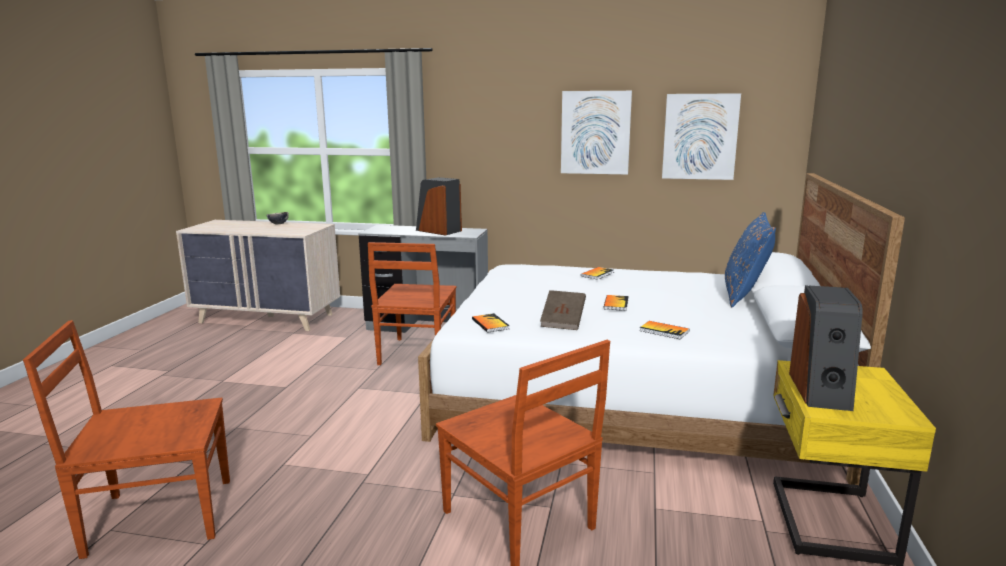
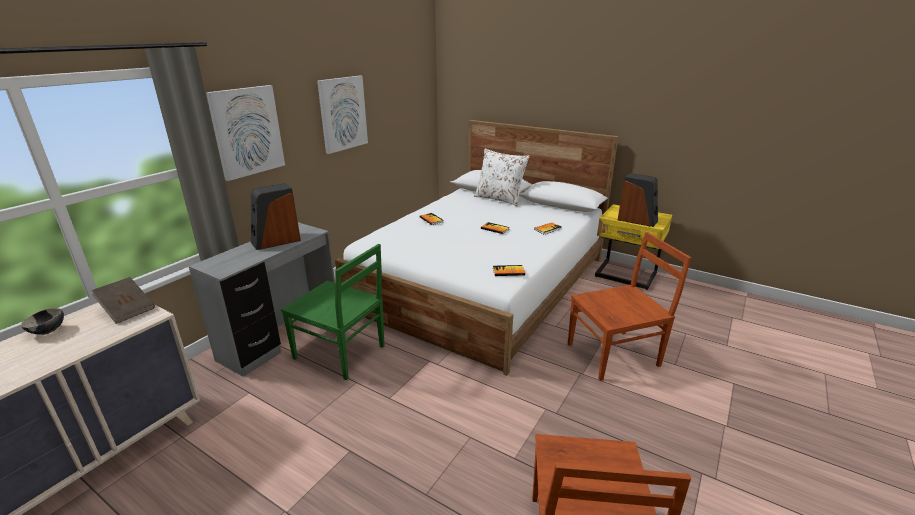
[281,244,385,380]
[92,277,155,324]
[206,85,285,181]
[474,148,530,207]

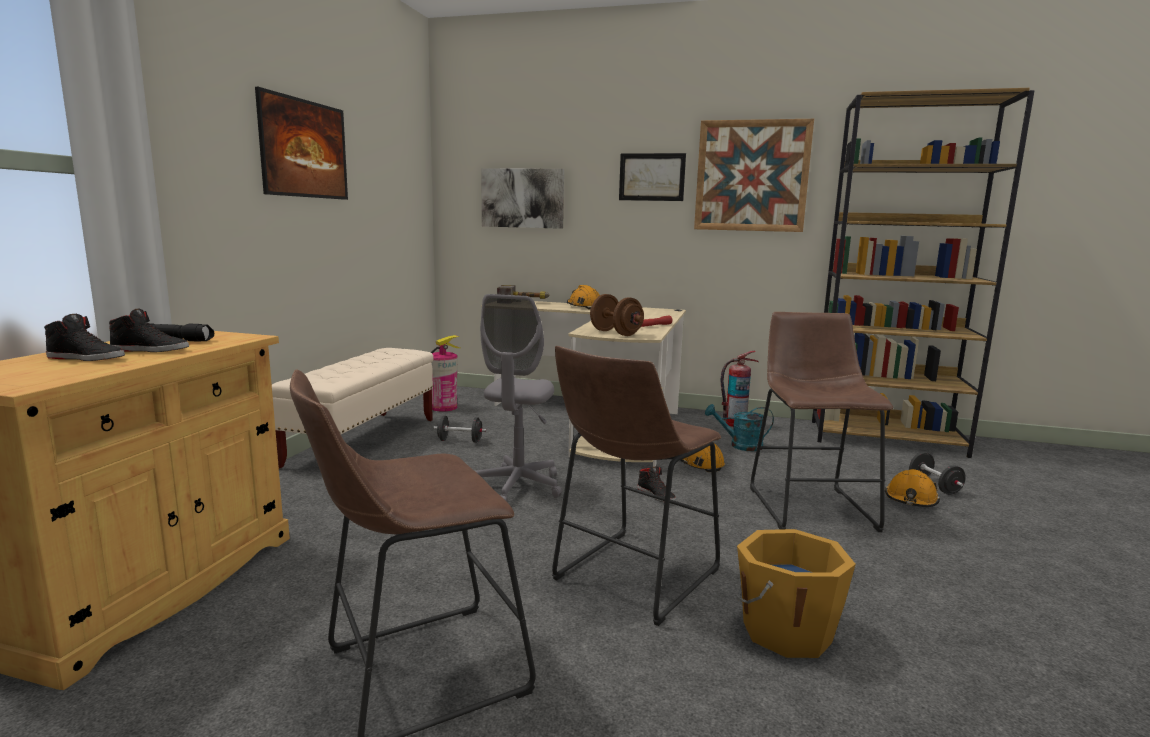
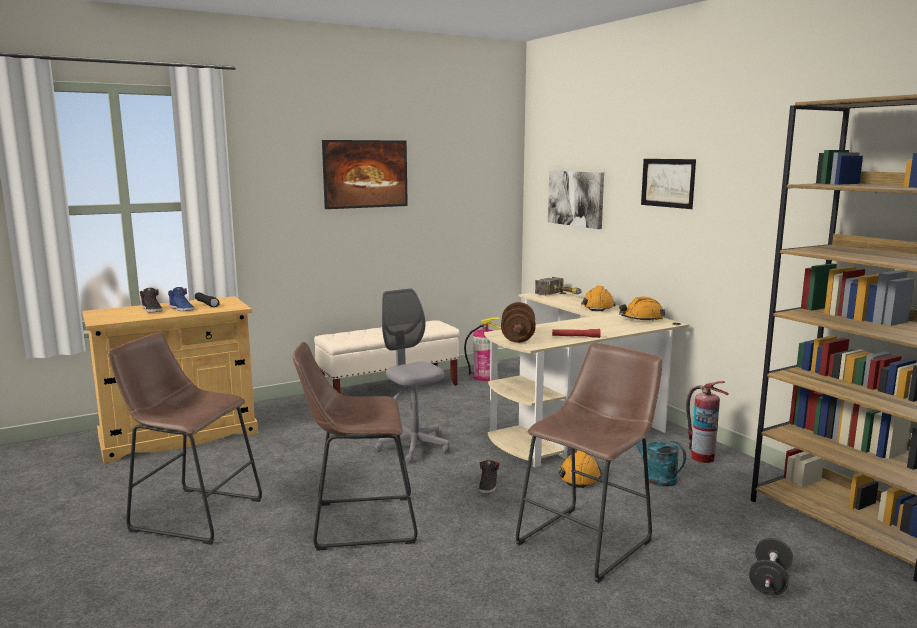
[168,287,194,311]
[433,416,486,443] (first image)
[375,288,450,463]
[694,119,814,232] (first image)
[737,529,856,658] (first image)
[619,297,665,321]

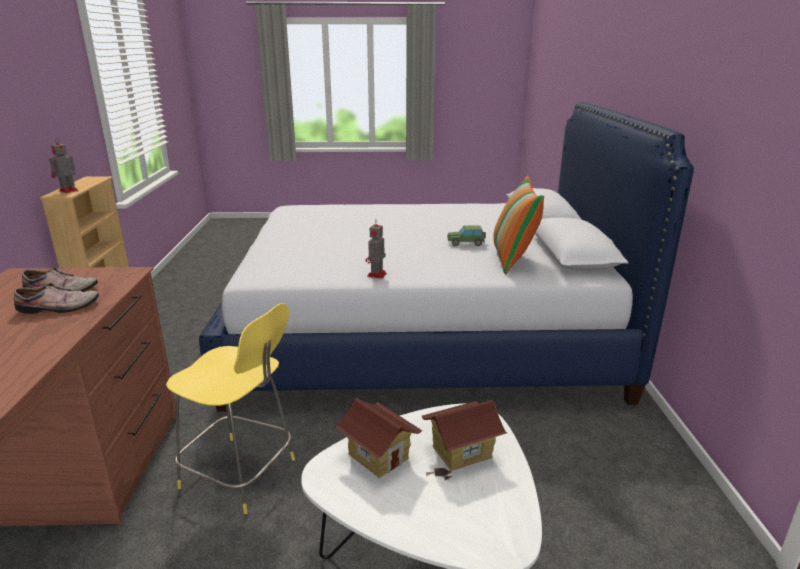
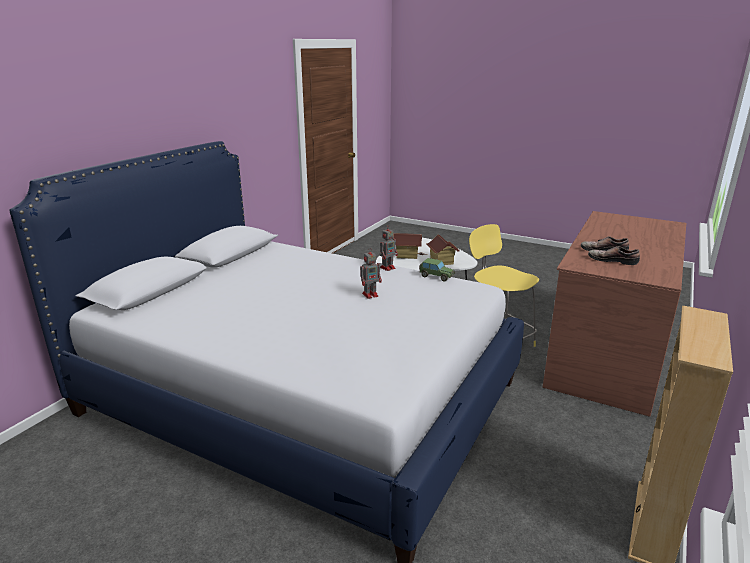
[360,248,382,299]
[419,258,455,281]
[494,176,544,274] (first image)

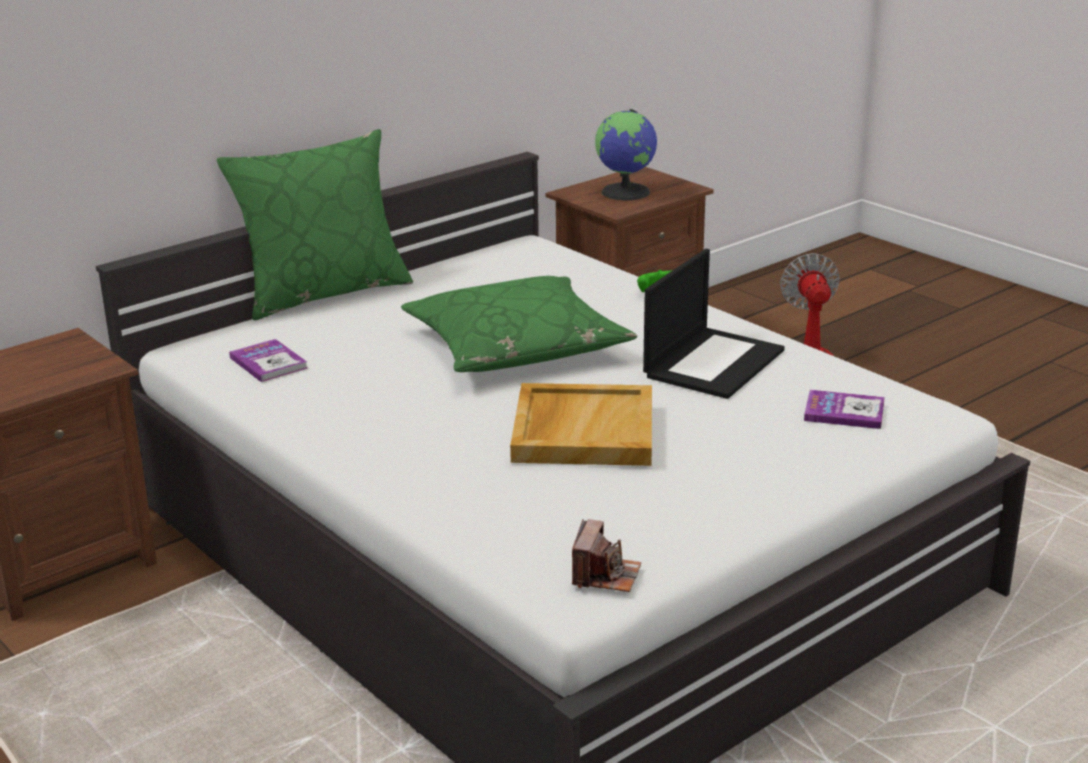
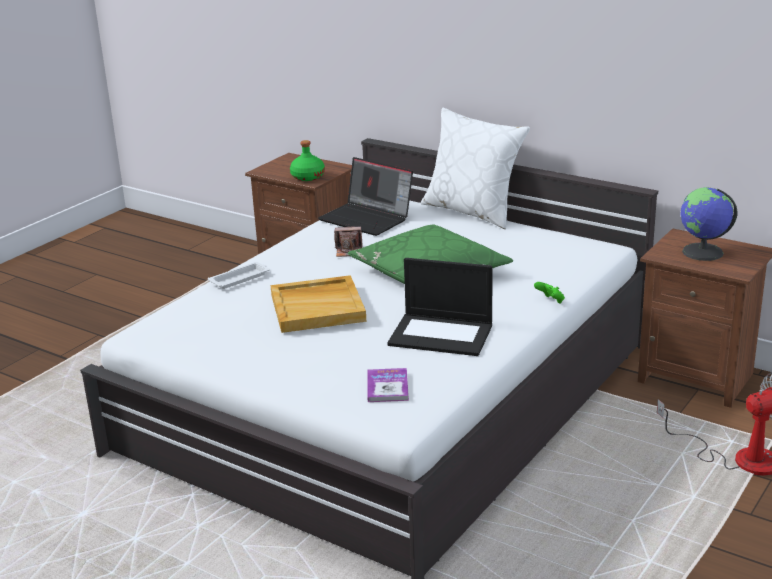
[421,108,530,229]
[318,157,413,236]
[334,226,362,257]
[208,262,270,289]
[290,140,325,181]

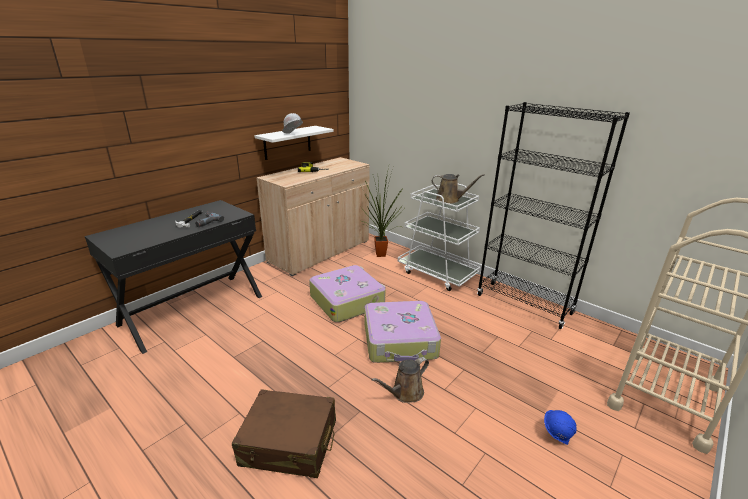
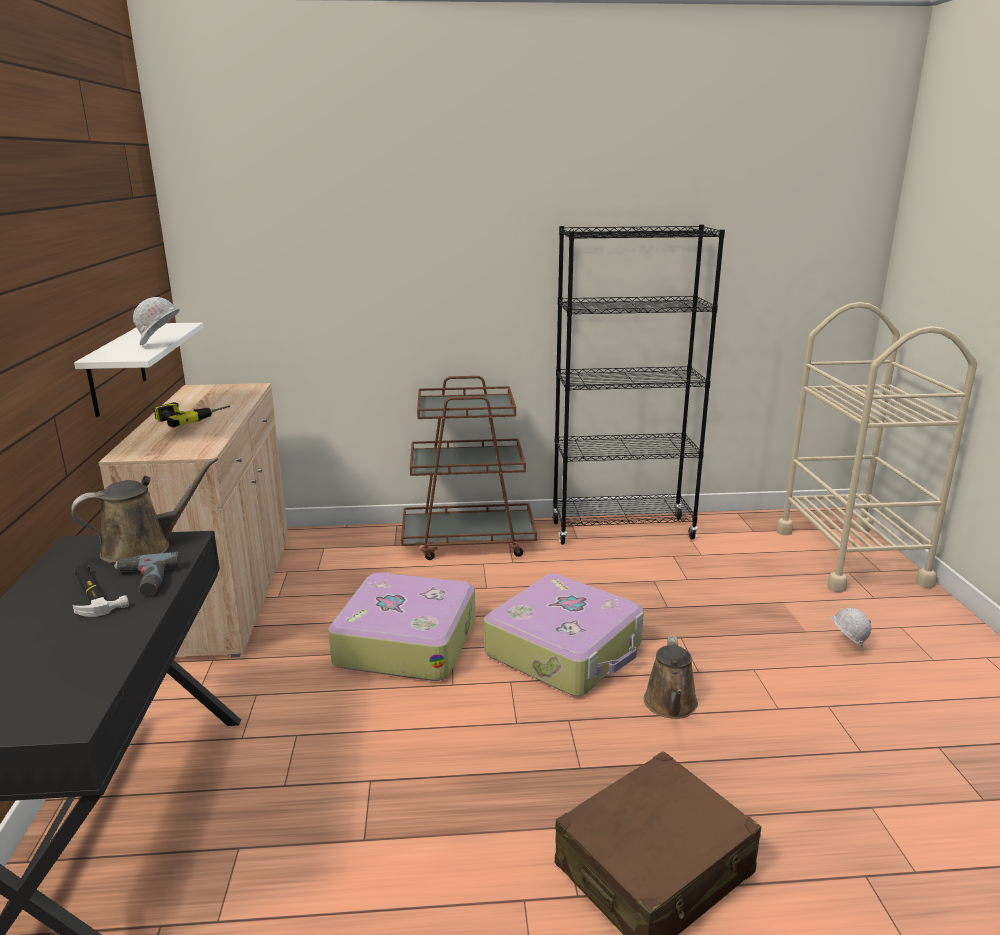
[360,167,404,257] (first image)
[401,376,537,560]
[71,457,218,563]
[830,608,871,648]

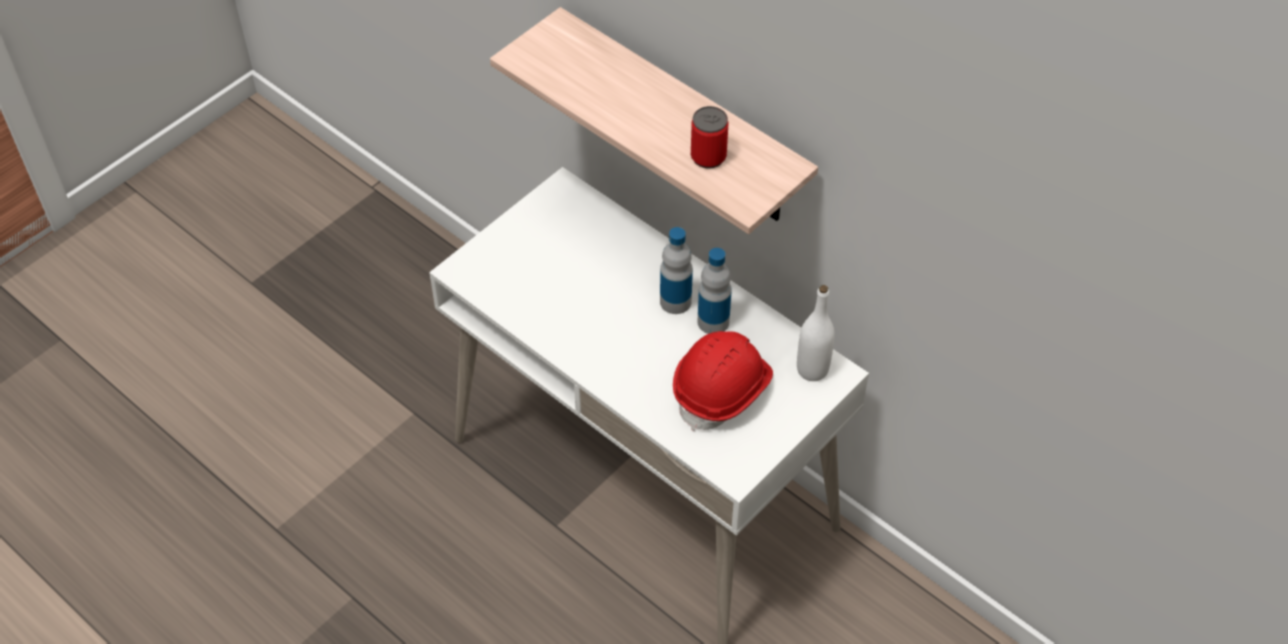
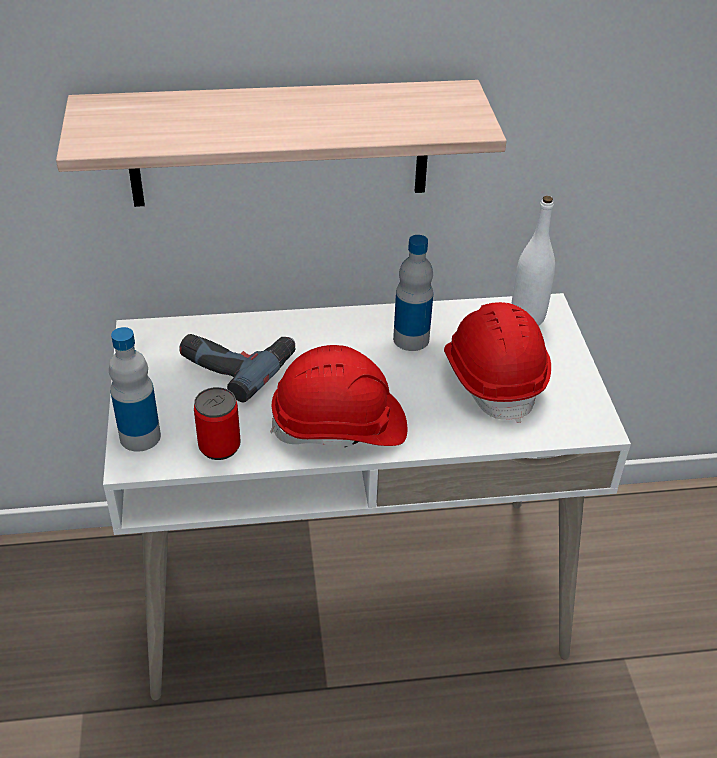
[109,327,161,452]
[194,387,241,460]
[179,334,295,402]
[270,345,407,447]

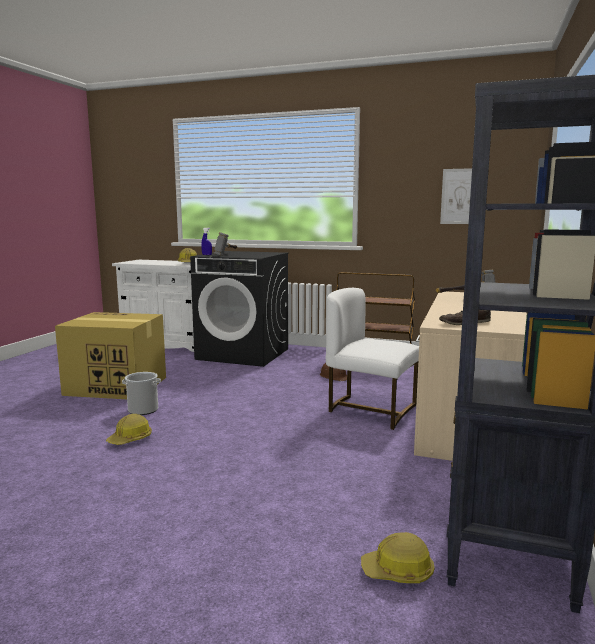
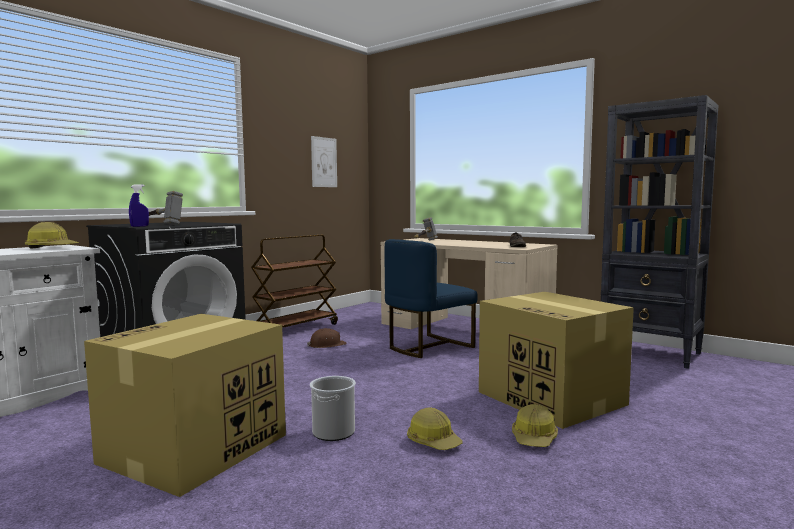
[385,239,478,358]
[512,404,558,447]
[479,292,634,429]

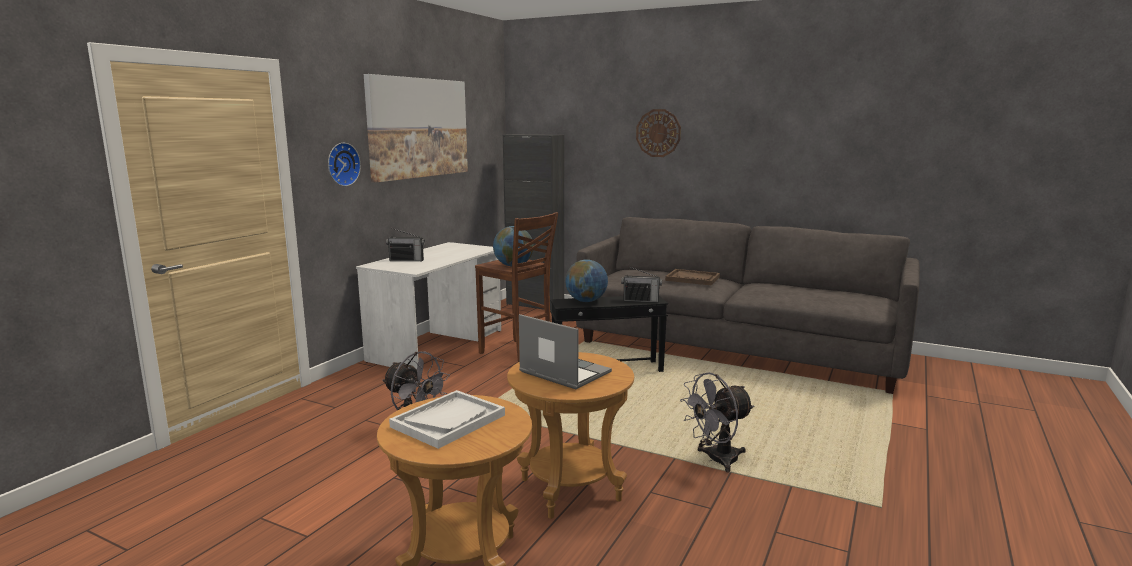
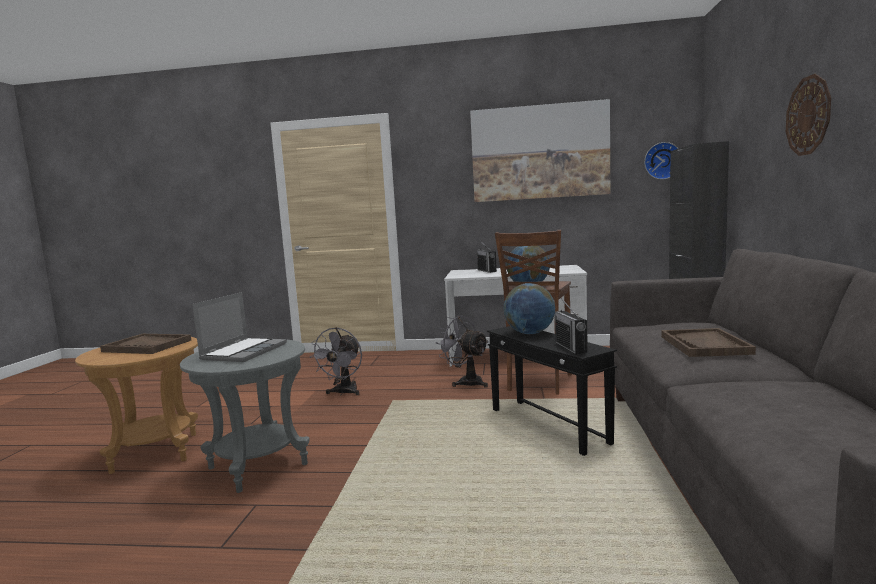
[644,142,679,180]
[100,334,191,354]
[180,340,310,493]
[436,315,489,388]

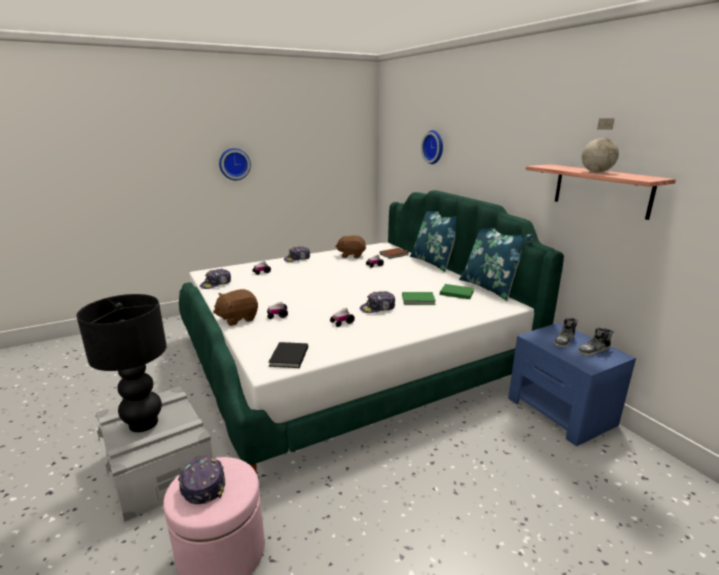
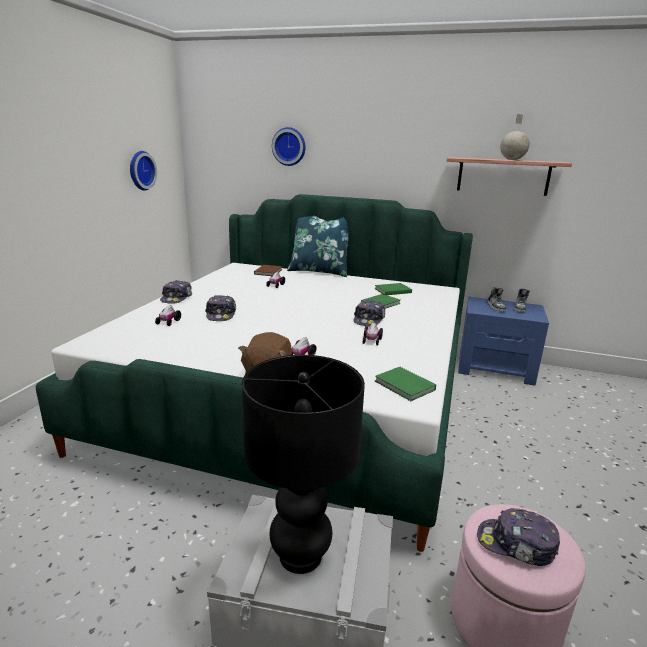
[205,295,236,321]
[130,151,157,191]
[375,367,436,401]
[335,235,366,258] (first image)
[459,228,534,301] (first image)

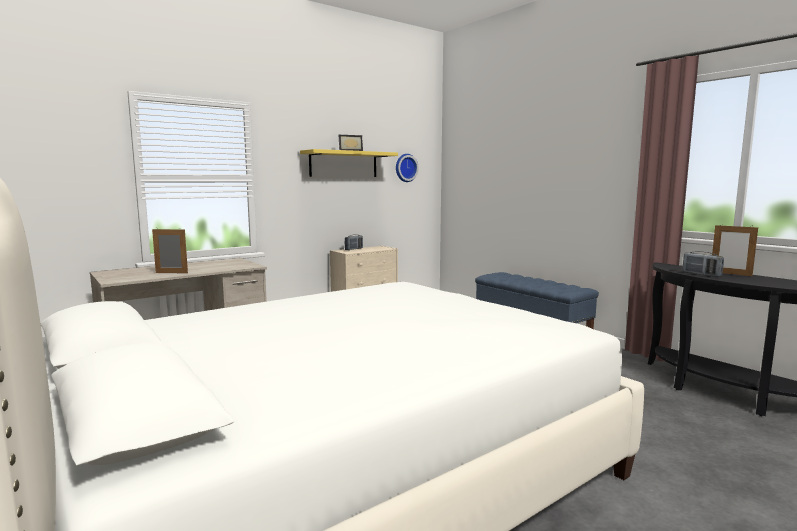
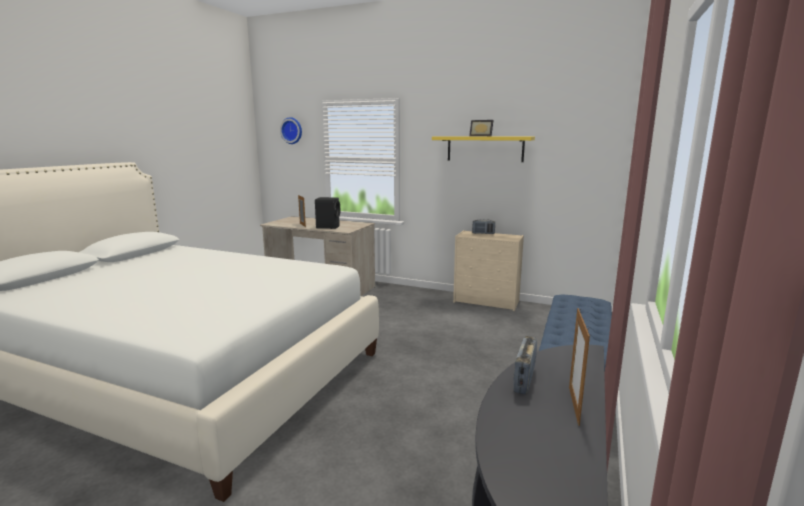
[280,117,302,144]
[315,197,340,229]

